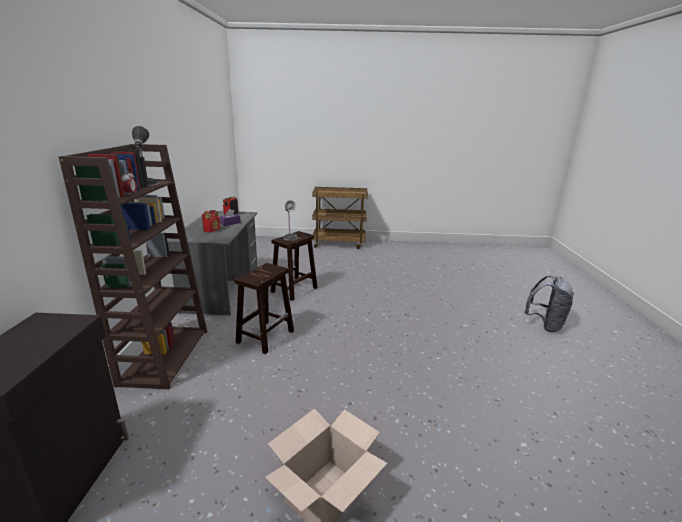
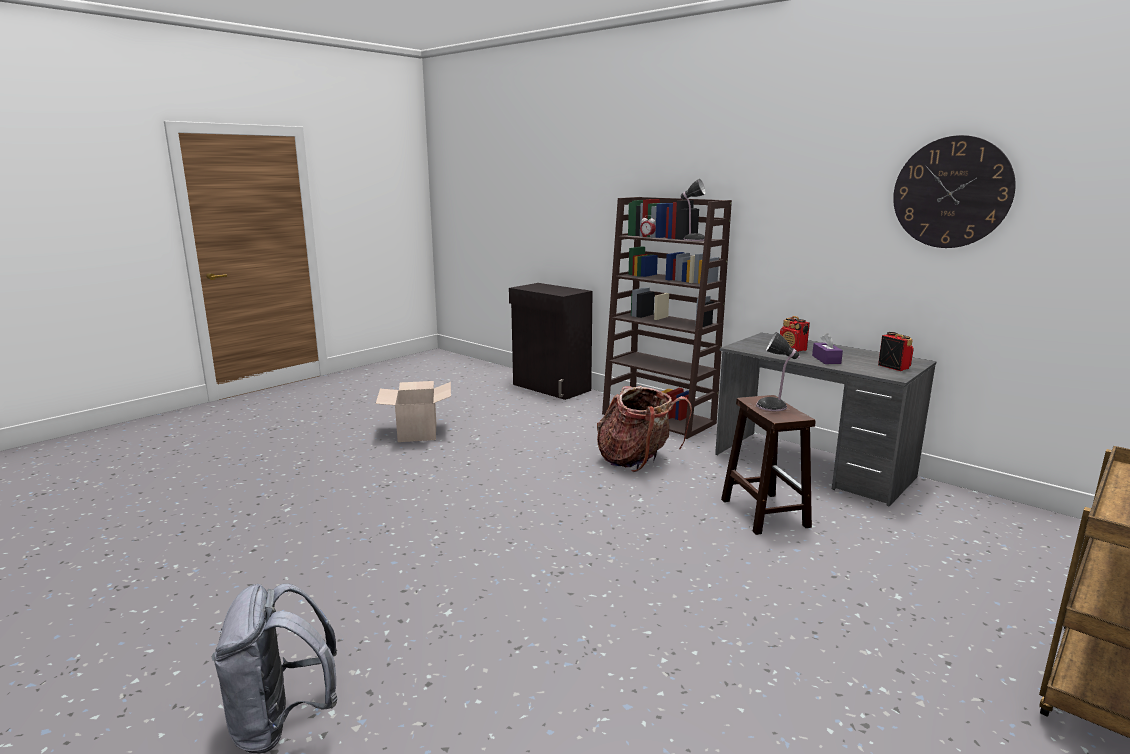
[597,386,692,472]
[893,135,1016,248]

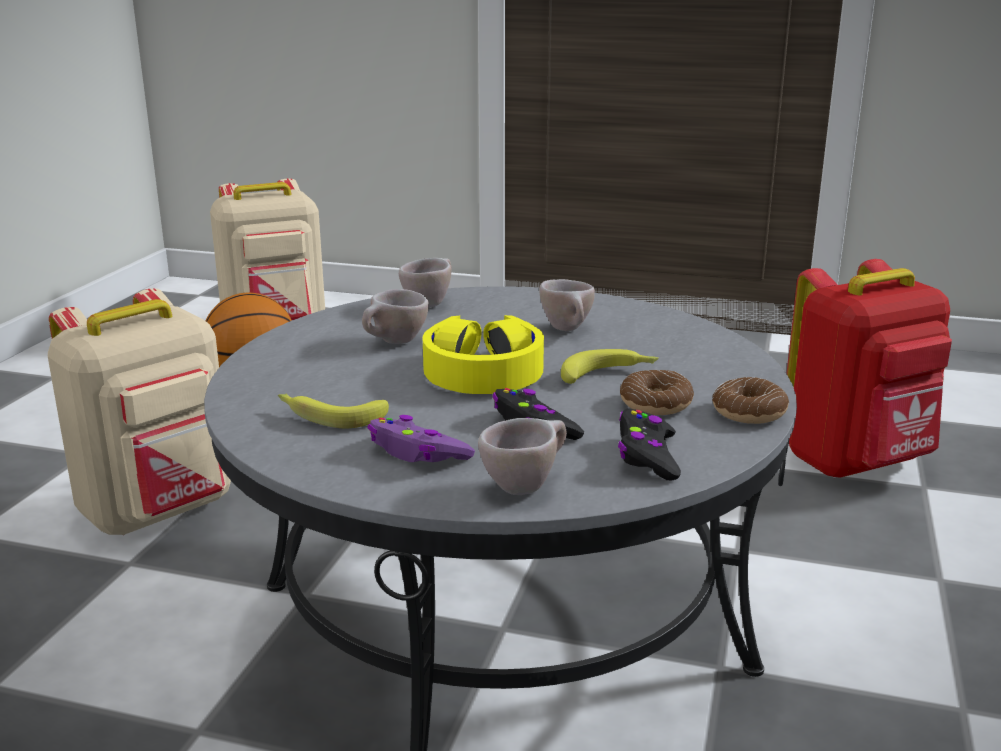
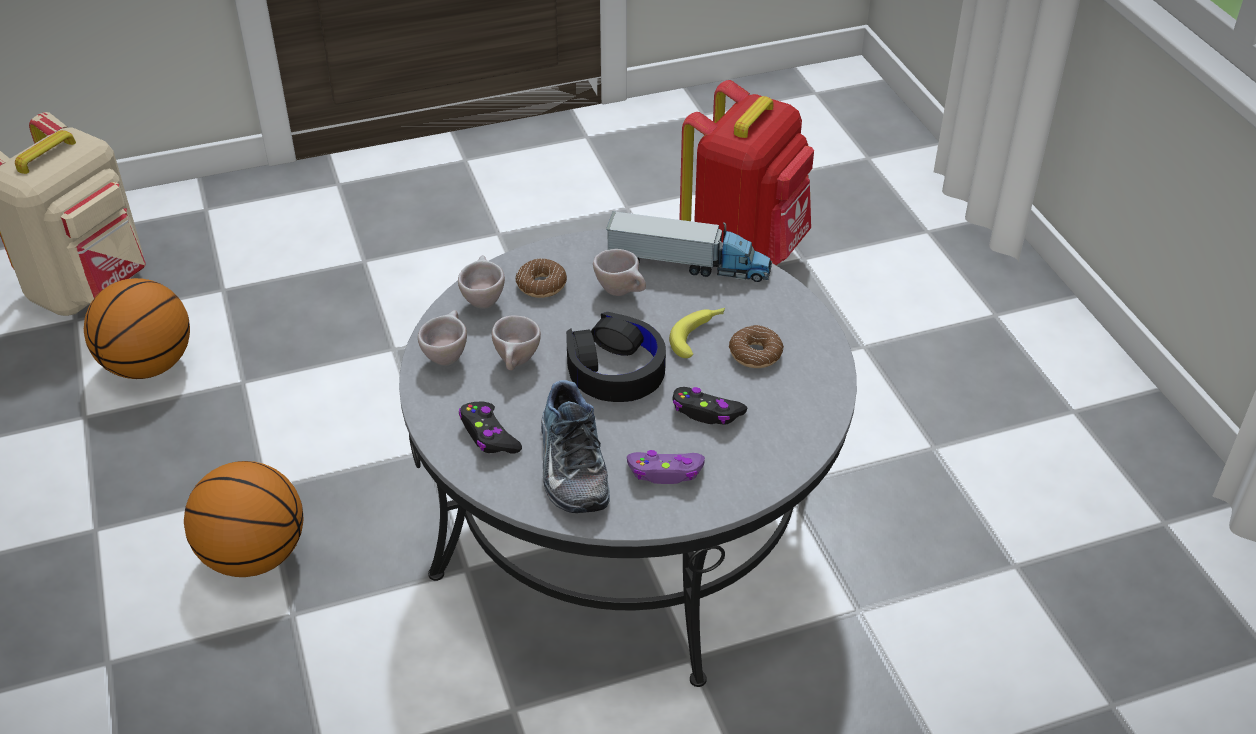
[184,461,304,577]
[541,380,610,513]
[566,312,666,402]
[418,310,467,366]
[459,402,522,454]
[516,259,567,298]
[606,211,772,282]

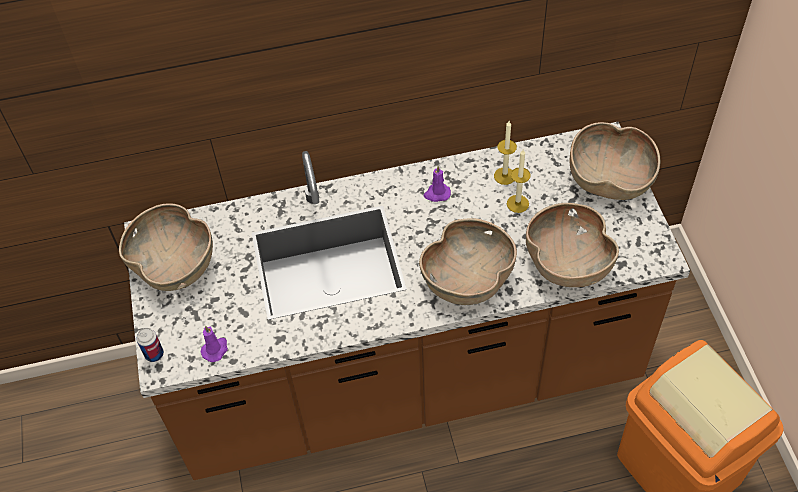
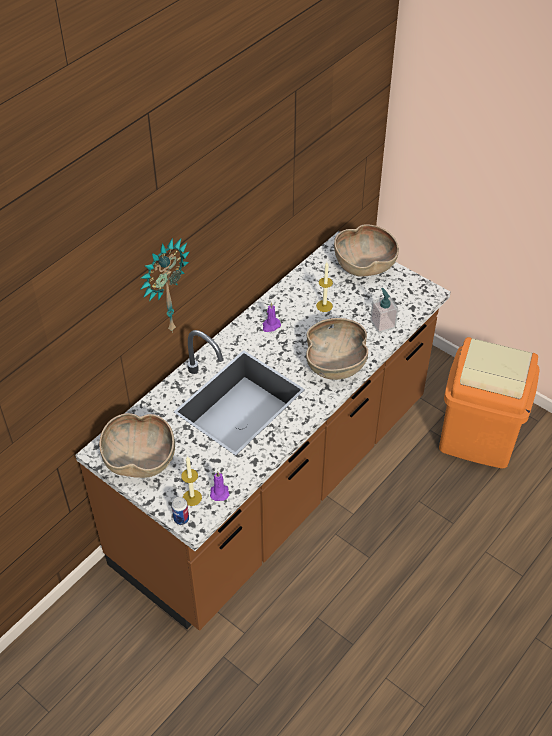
[181,456,202,506]
[370,288,398,333]
[140,238,190,333]

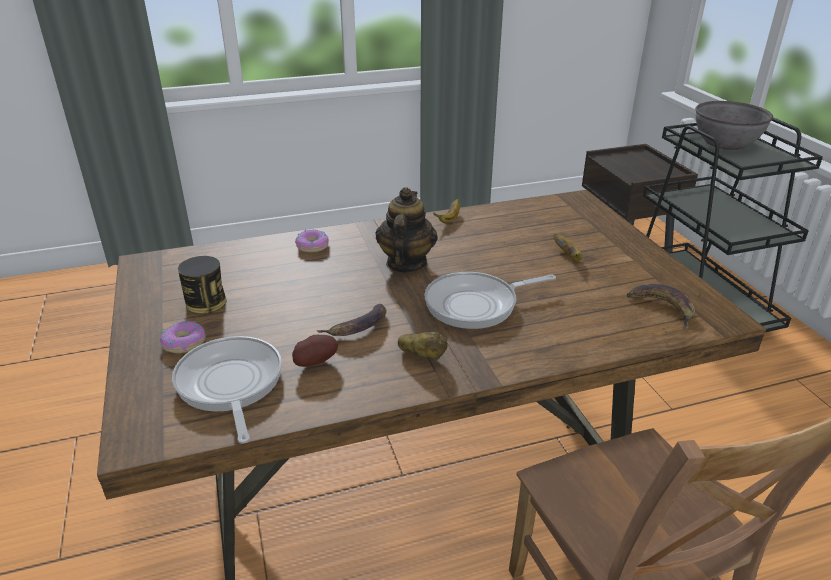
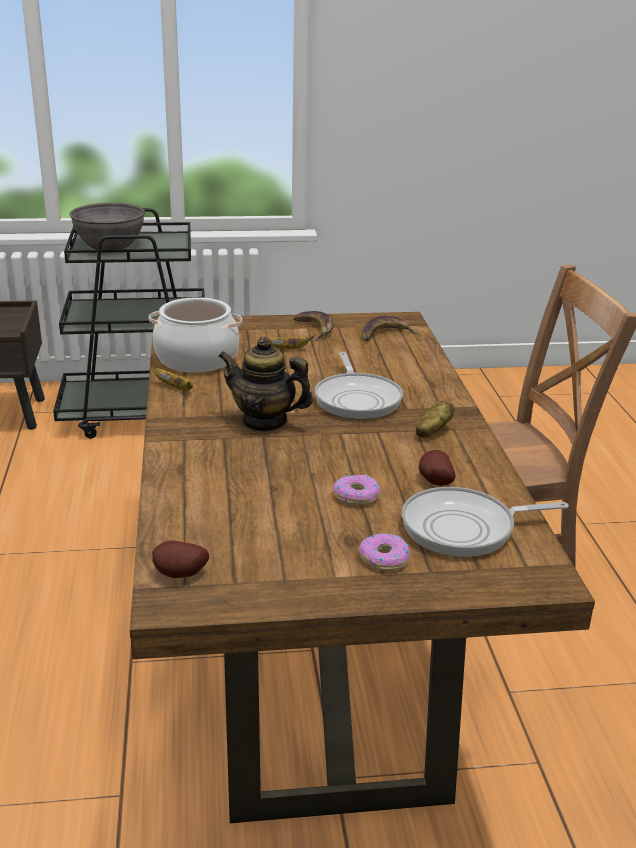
[178,256,227,314] (first image)
[333,475,380,505]
[294,311,334,341]
[149,297,242,372]
[152,540,209,578]

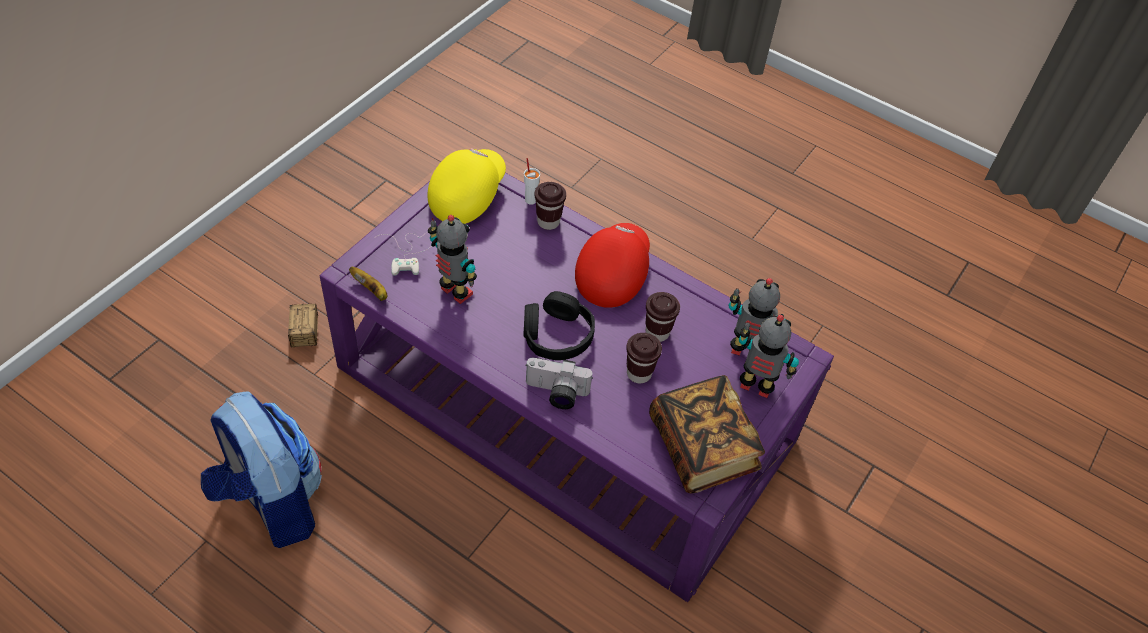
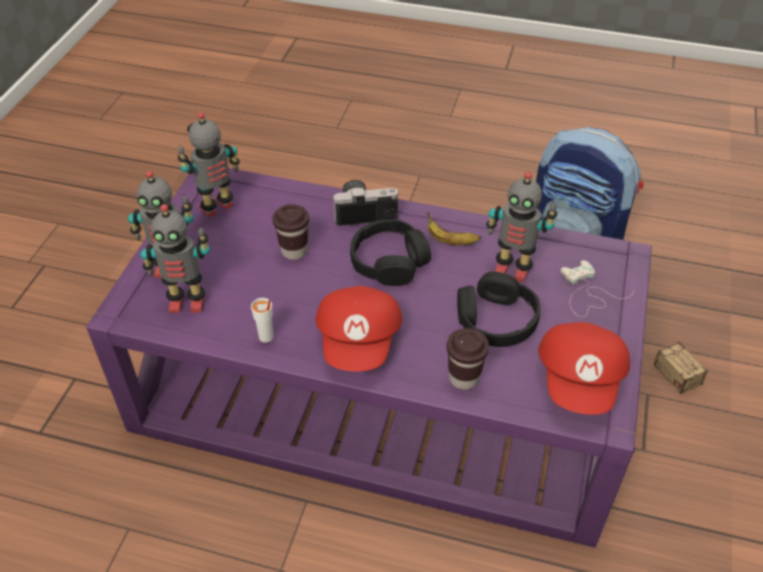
[427,212,481,245]
[538,322,630,415]
[251,298,274,343]
[646,292,680,342] (first image)
[178,112,240,217]
[457,272,541,347]

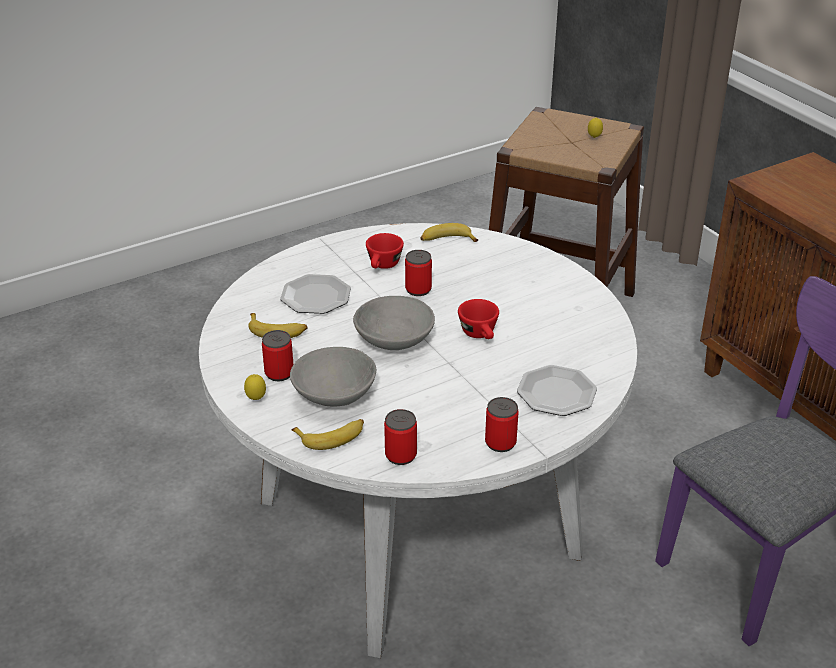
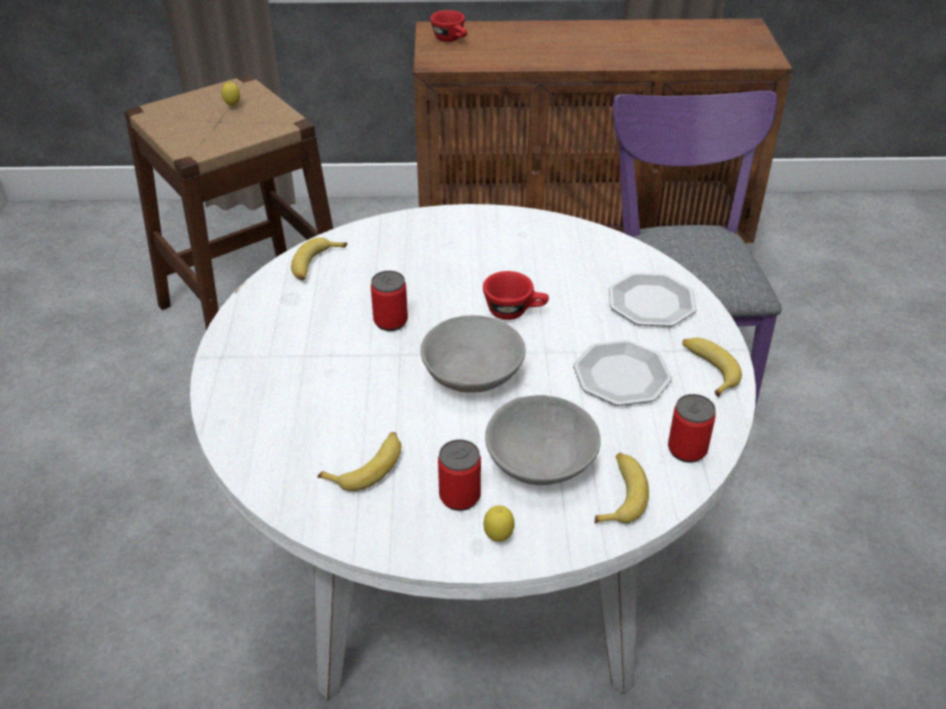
[573,340,672,406]
[430,10,467,42]
[682,337,742,397]

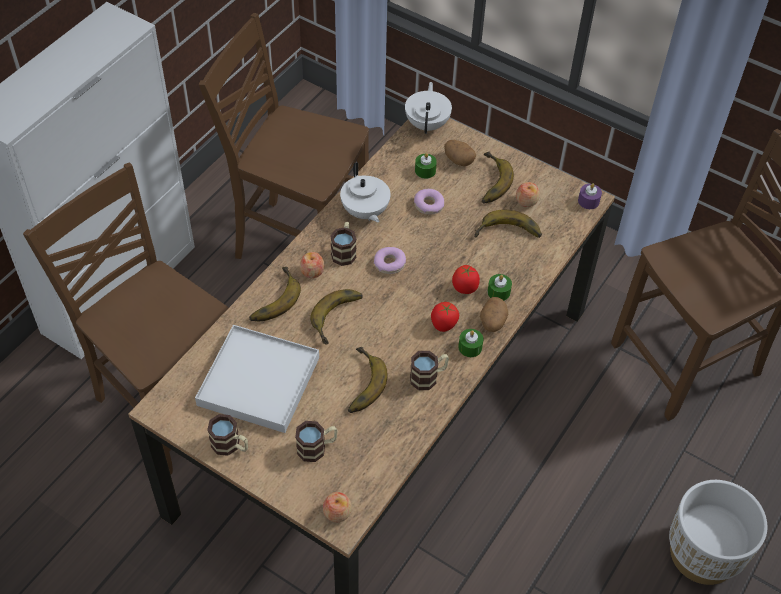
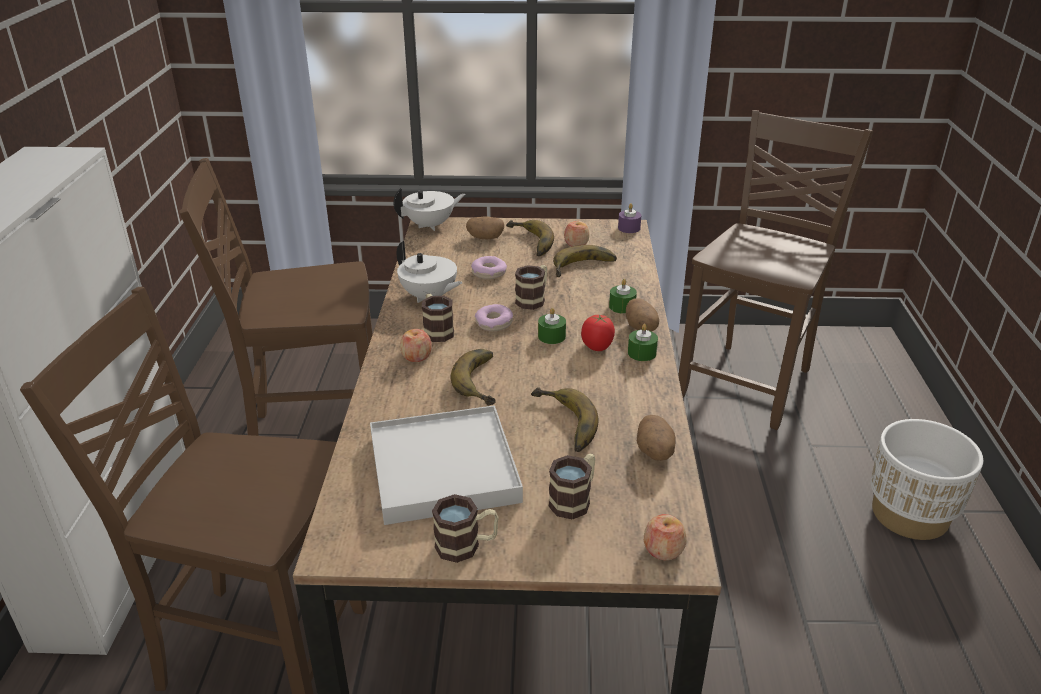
[249,267,301,321] (first image)
[393,188,465,231]
[515,265,547,310]
[538,308,566,344]
[452,265,480,294] (first image)
[637,415,676,461]

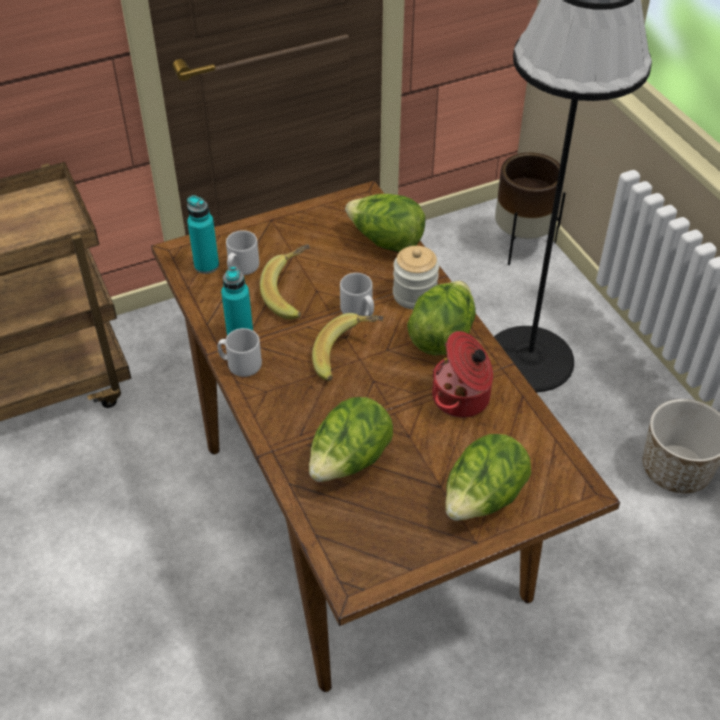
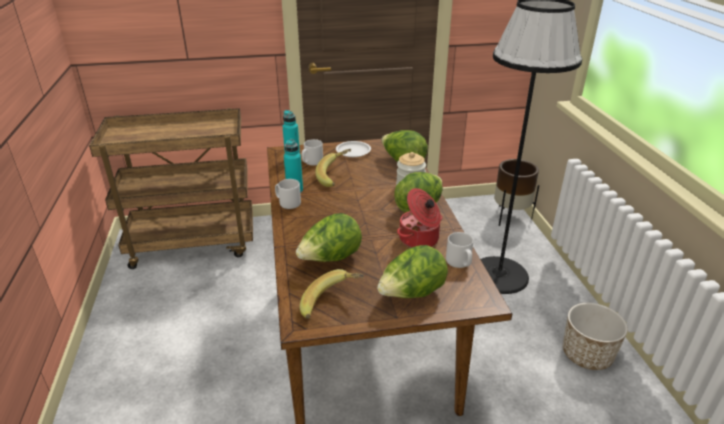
[300,269,364,319]
[446,232,473,268]
[336,141,371,157]

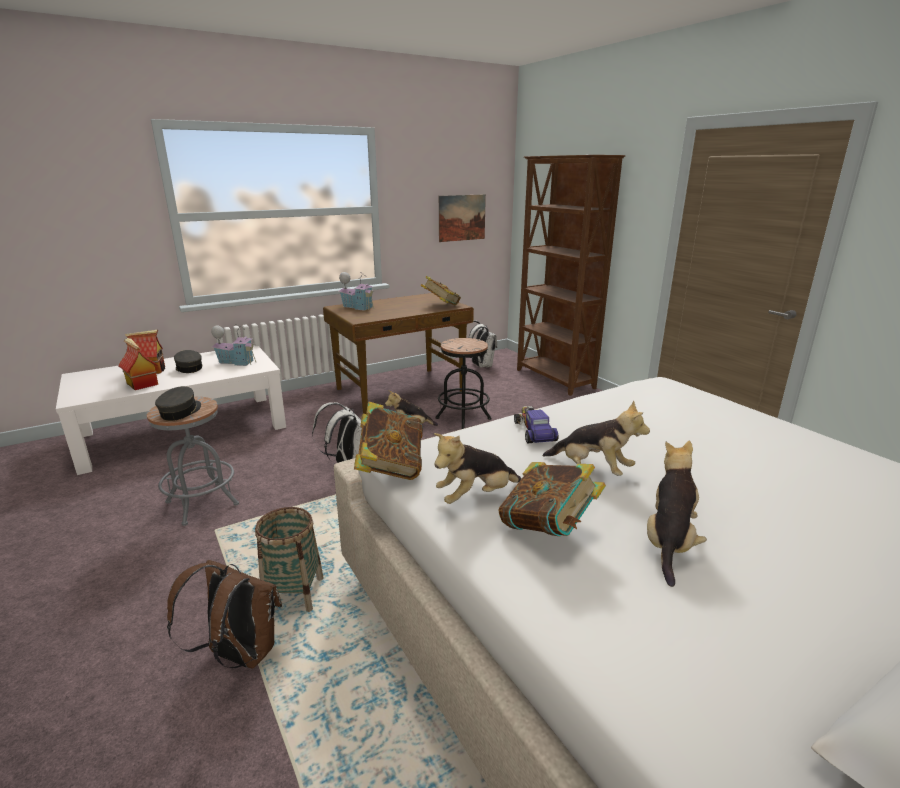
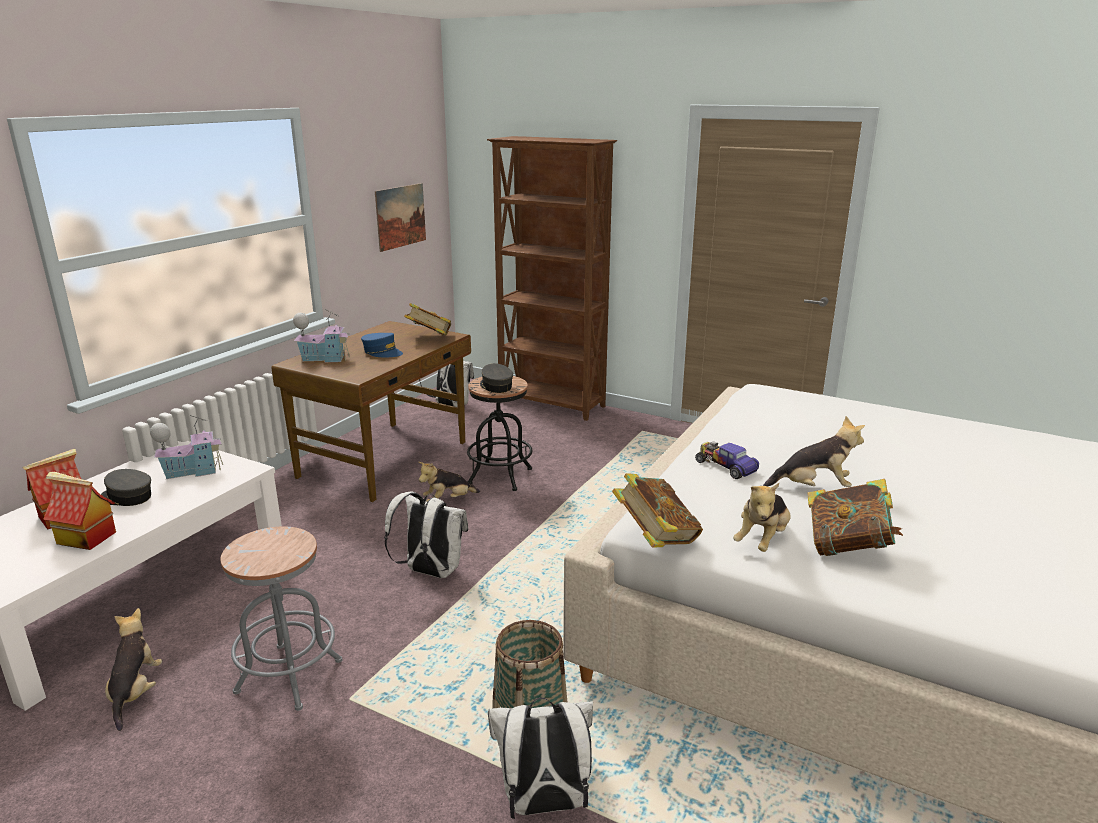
[480,363,513,393]
[488,698,593,819]
[105,608,162,731]
[361,333,403,357]

